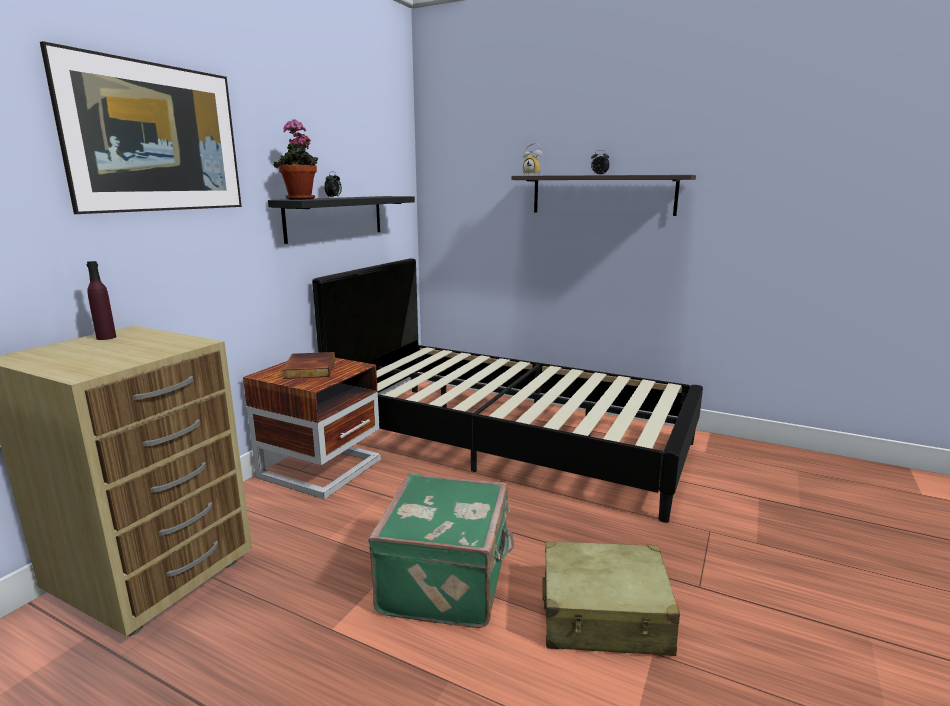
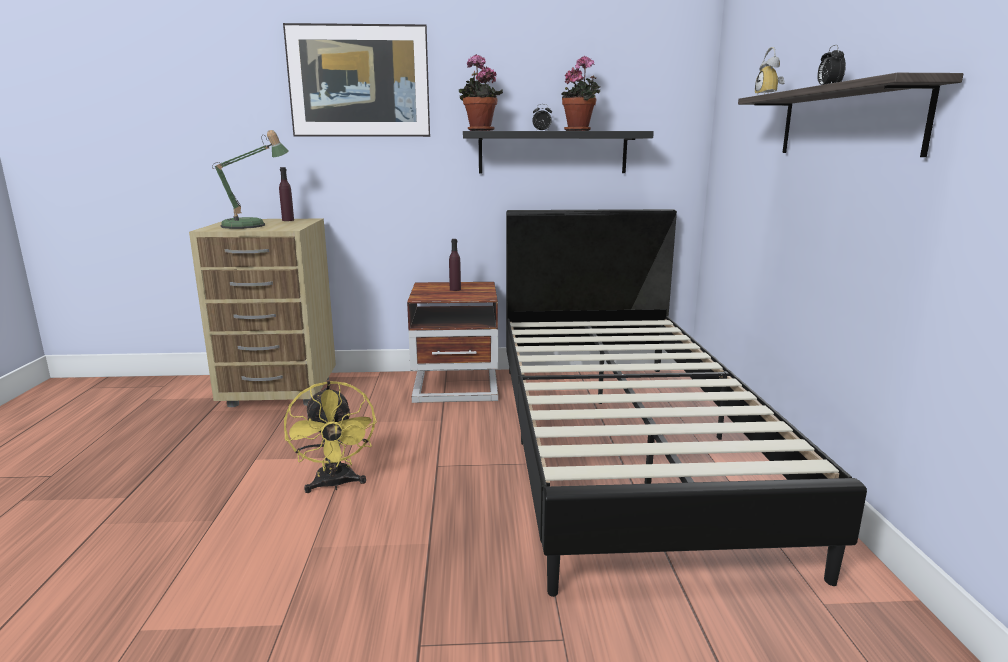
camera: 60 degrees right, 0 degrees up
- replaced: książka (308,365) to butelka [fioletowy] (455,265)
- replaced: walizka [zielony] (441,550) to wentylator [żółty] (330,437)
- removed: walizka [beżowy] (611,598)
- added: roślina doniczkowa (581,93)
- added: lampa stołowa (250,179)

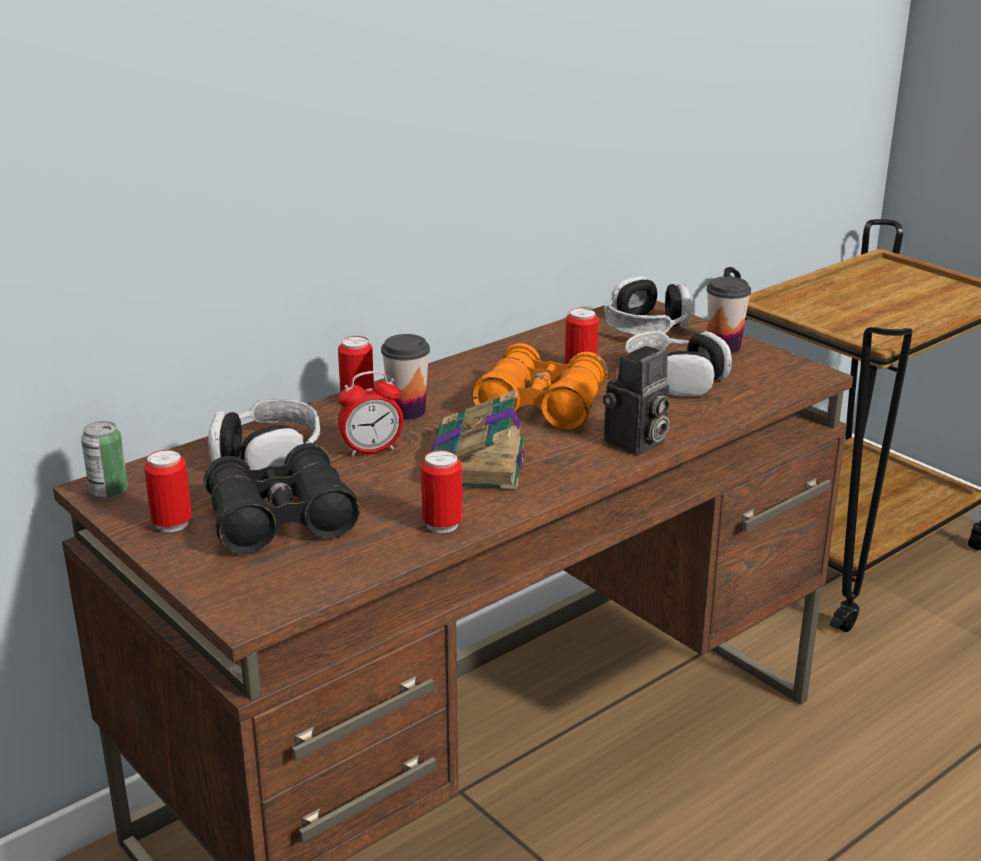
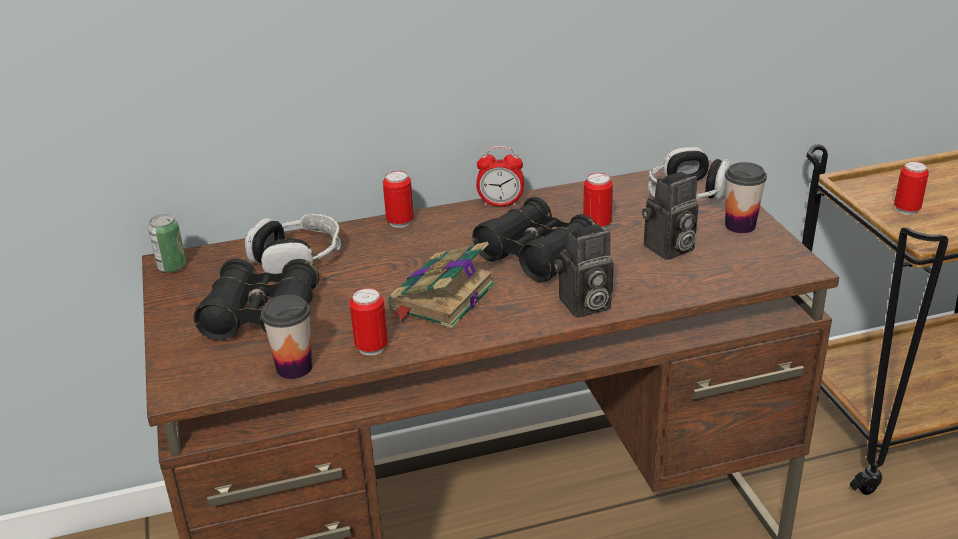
camera: 25 degrees right, 5 degrees up
- replaced: słuchawki (678,364) to aparat fotograficzny (670,215)
- moved: filiżanka (405,377) to (286,336)
- recoloured: lornetka [pomarańczowy] (540,386) to lornetka [czarny] (534,239)
- moved: budzik (370,413) to (500,176)
- moved: puszka (168,490) to (911,188)

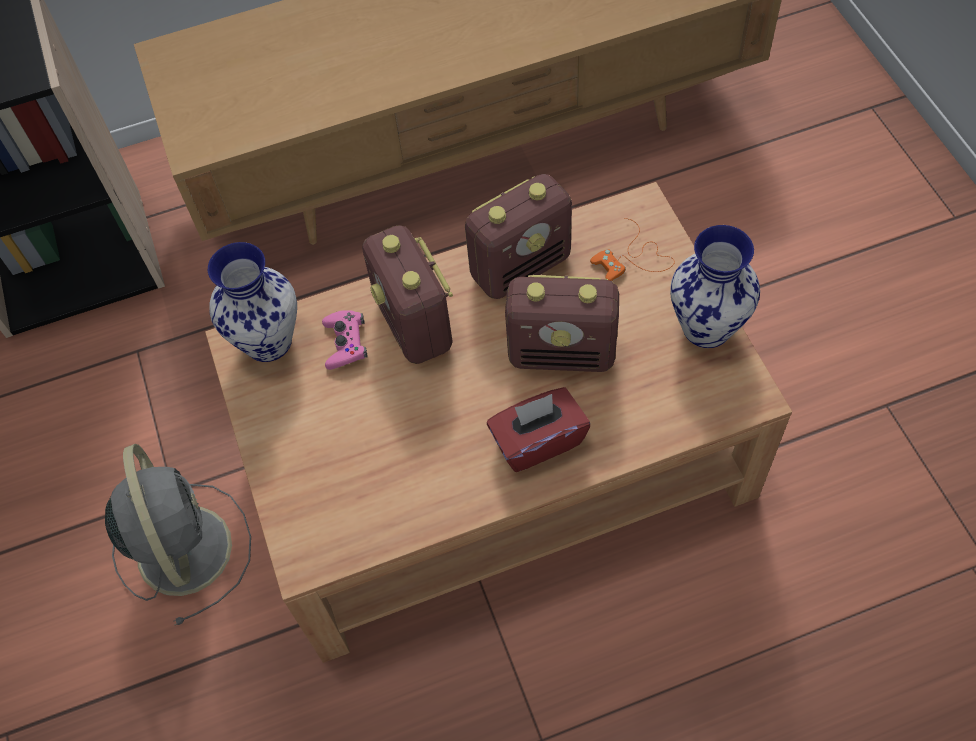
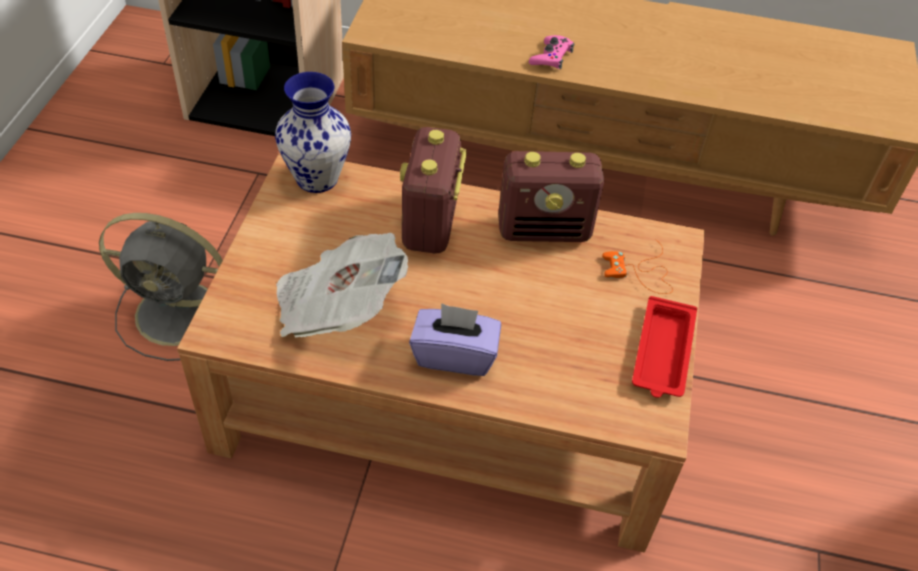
camera: 25 degrees right, 10 degrees down
- replaced: wazon (715,286) to taca [czerwony] (664,347)
- removed: radio (562,323)
- moved: pad do gier [różowy] (345,340) to (552,52)
- recoloured: pudełko chusteczek [czerwony] (538,429) to pudełko chusteczek [fioletowy] (455,339)
- turned: wentylator [szary] (178,534) = (161,287) 90 degrees clockwise
- added: gazeta (342,285)

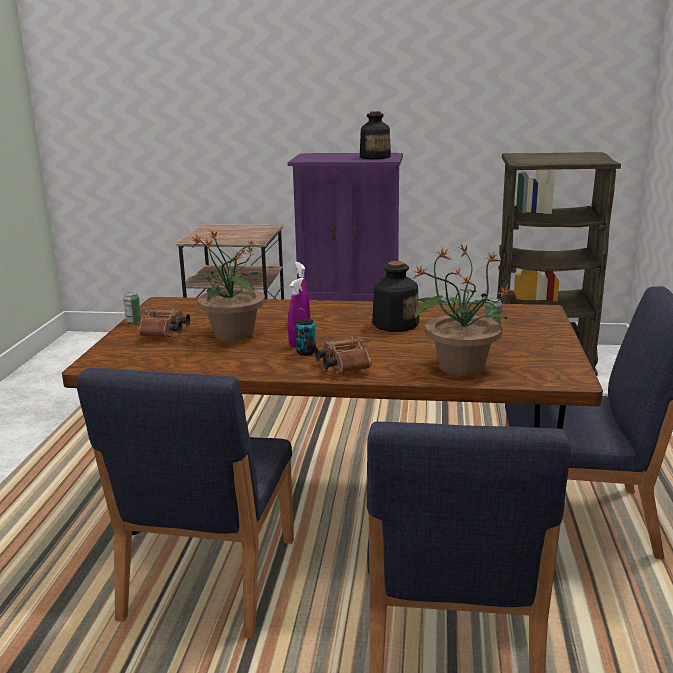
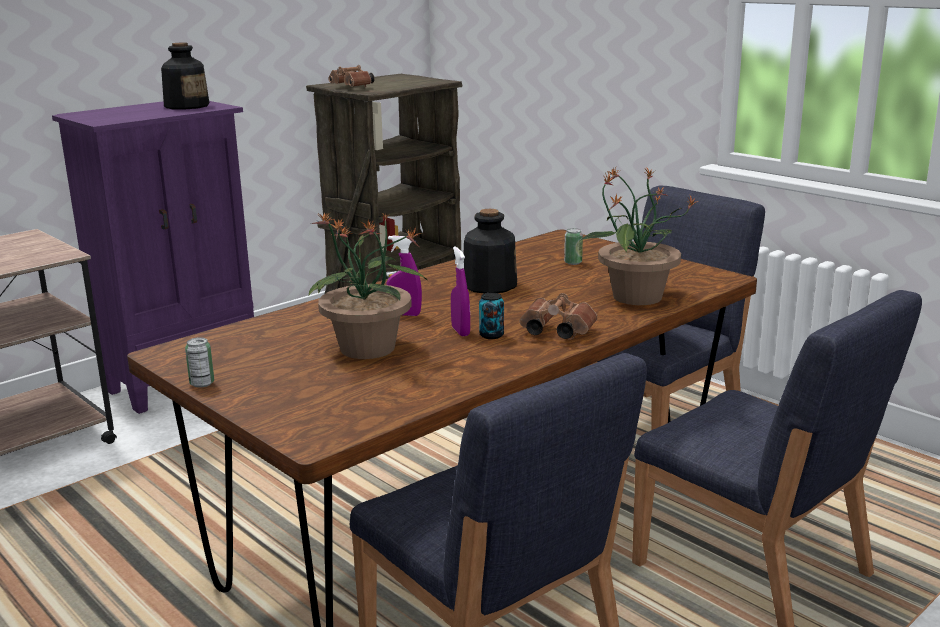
camera: 50 degrees left, 0 degrees up
- moved: lornetka [brązowy] (164,322) to (351,76)

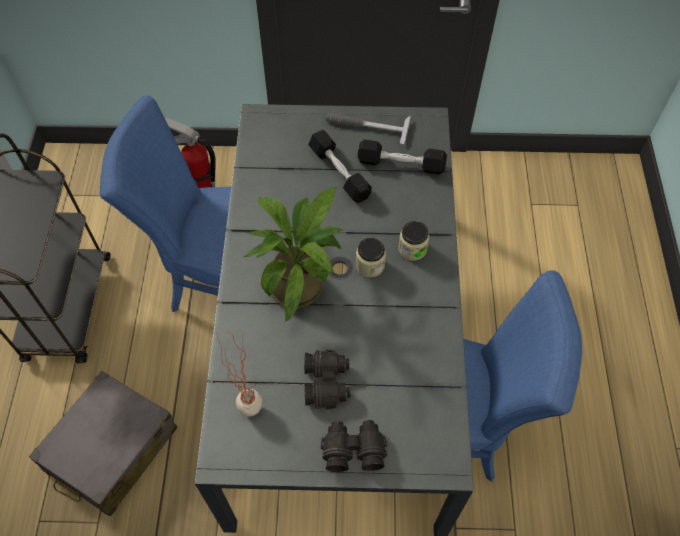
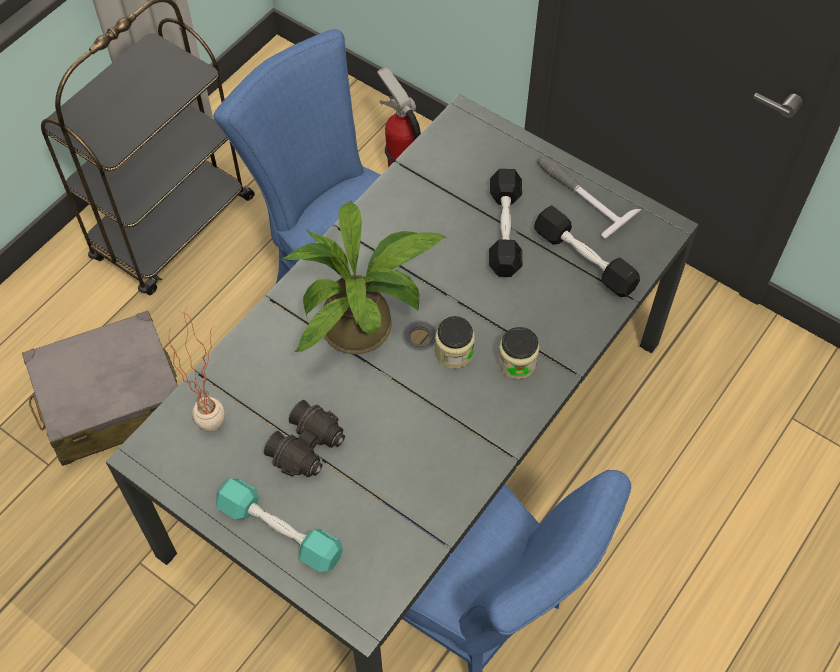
camera: 35 degrees right, 0 degrees up
- replaced: lornetka [czarny] (354,446) to hantel [turkusowy] (279,525)

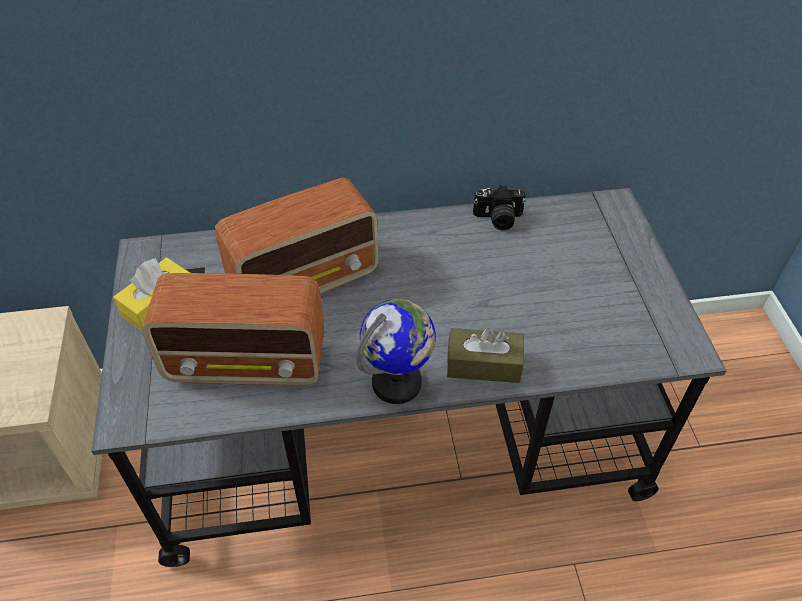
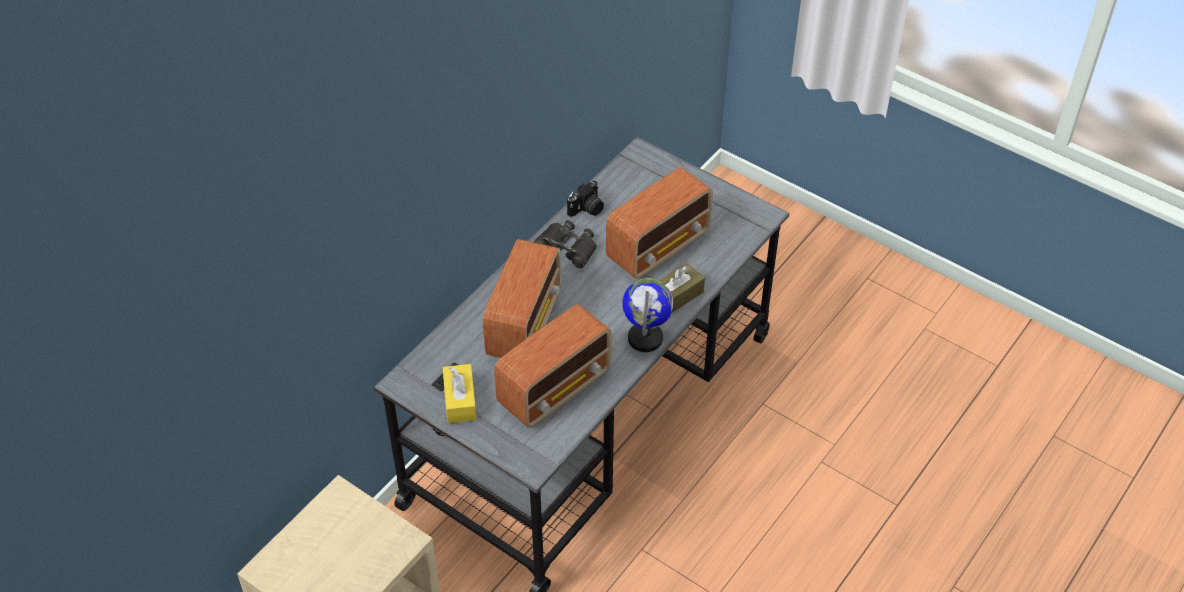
camera: 45 degrees left, 0 degrees up
- added: radio (659,223)
- added: lornetka [czarny] (565,244)

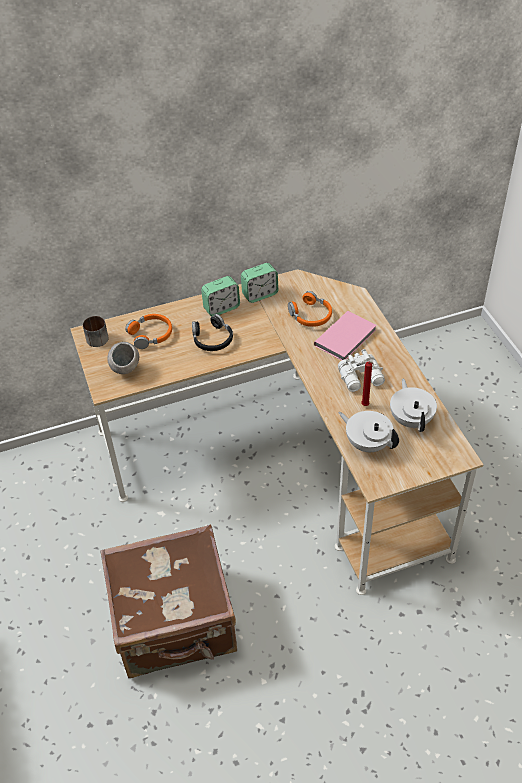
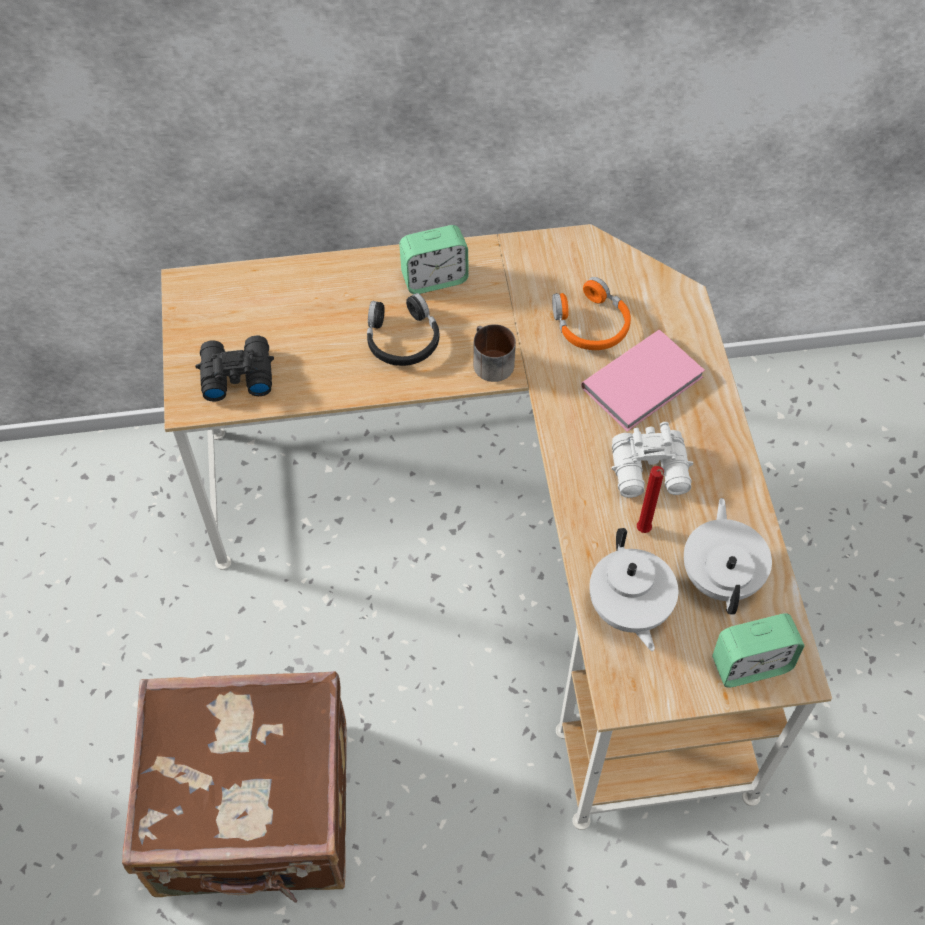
camera: 10 degrees right, 10 degrees up
- moved: budzik (259,283) to (758,650)
- removed: słuchawki [pomarańczowy] (148,331)
- moved: kubek (96,331) to (494,353)
- replaced: miska [szary] (123,358) to lornetka [czarny] (234,368)
- turned: imbryk [biały] (368,431) = (633,589) 150 degrees counterclockwise

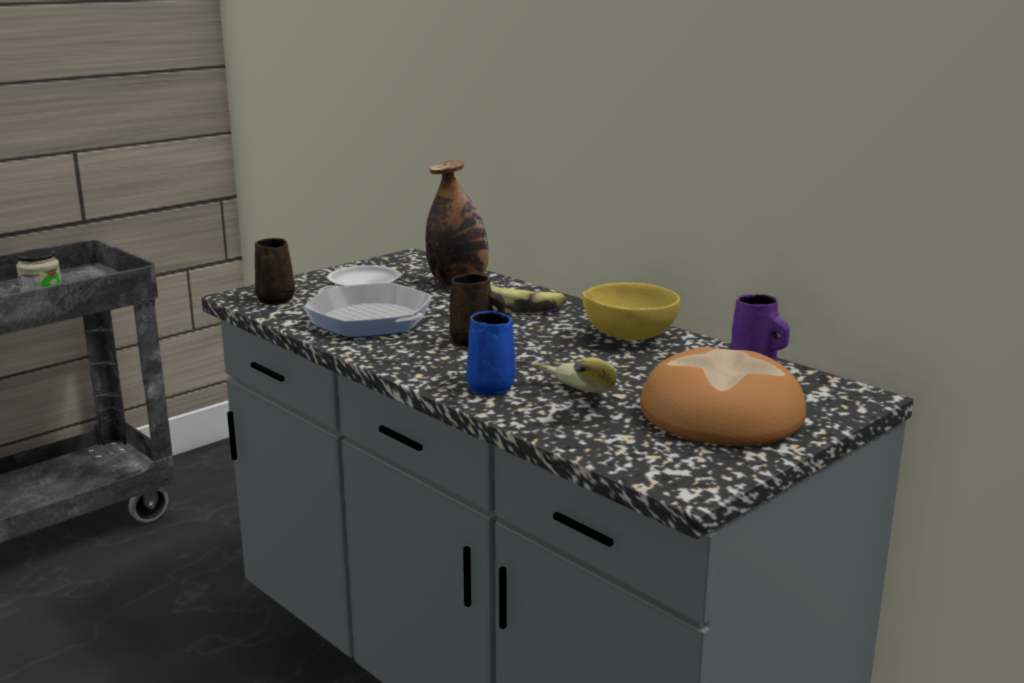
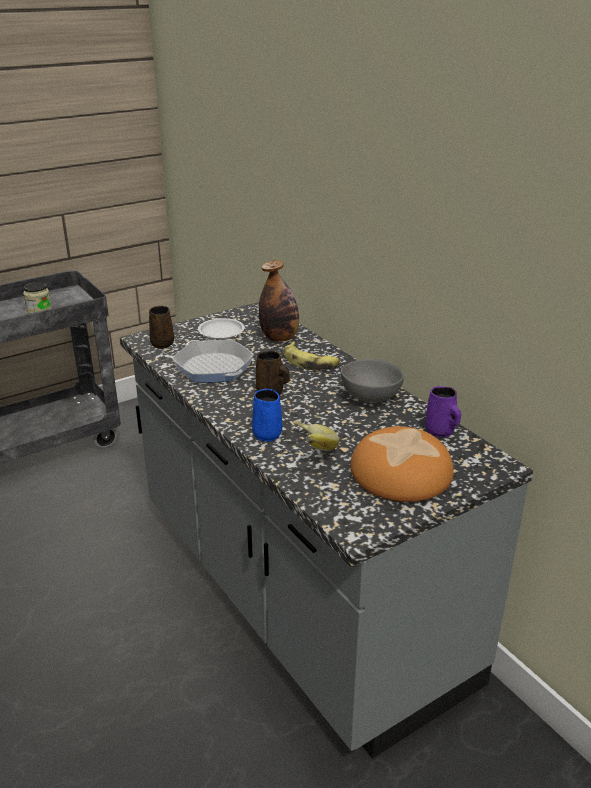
camera: 10 degrees right, 10 degrees up
- recoloured: miska [żółty] (631,311) to miska [szary] (372,380)

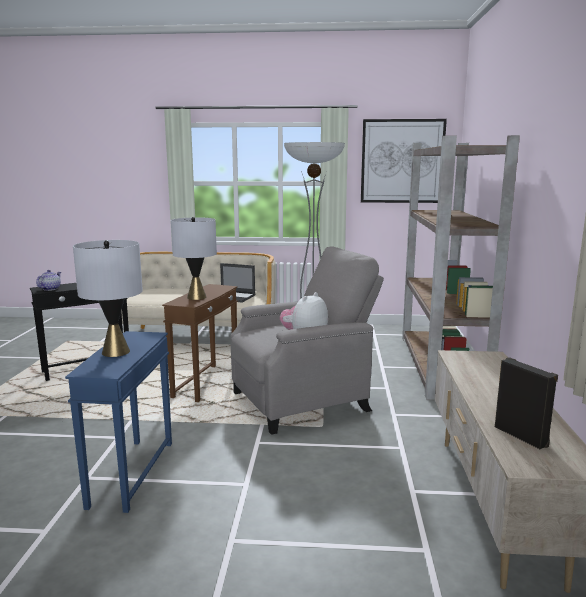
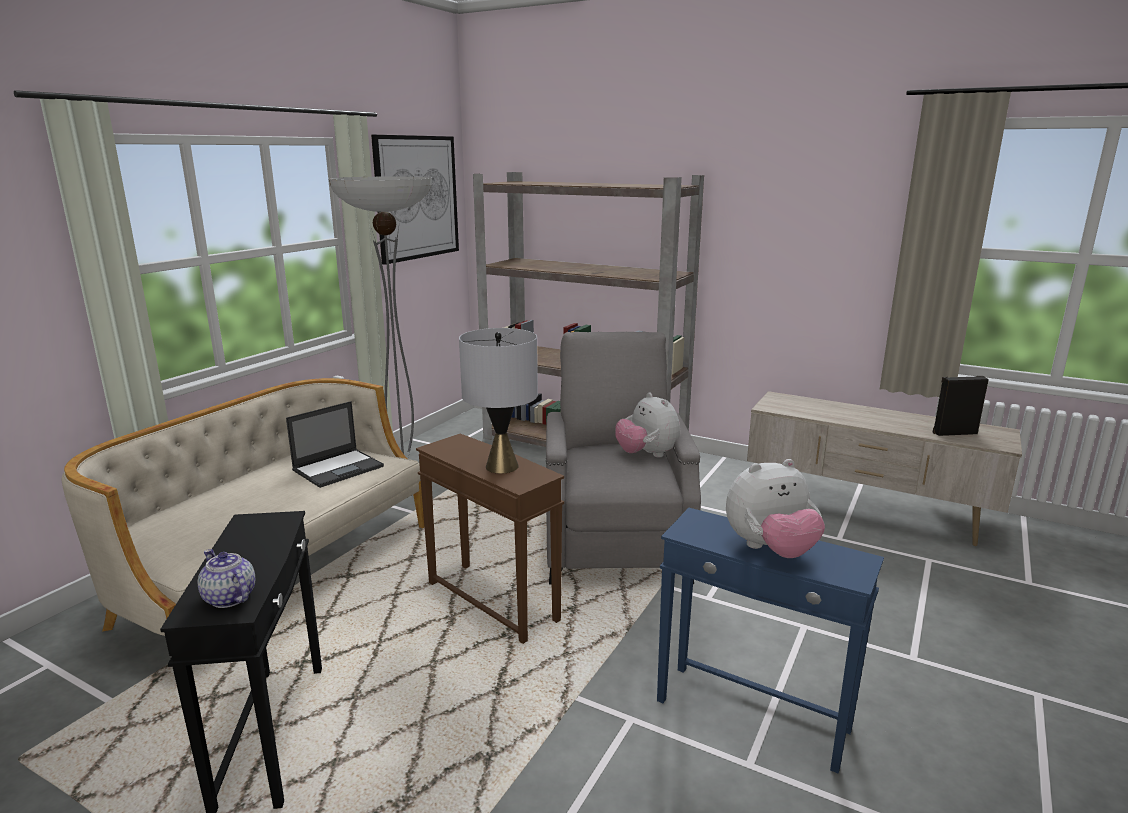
camera: 65 degrees left, 5 degrees up
- replaced: lampa stołowa [szary] (108,298) to pluszak (775,508)

